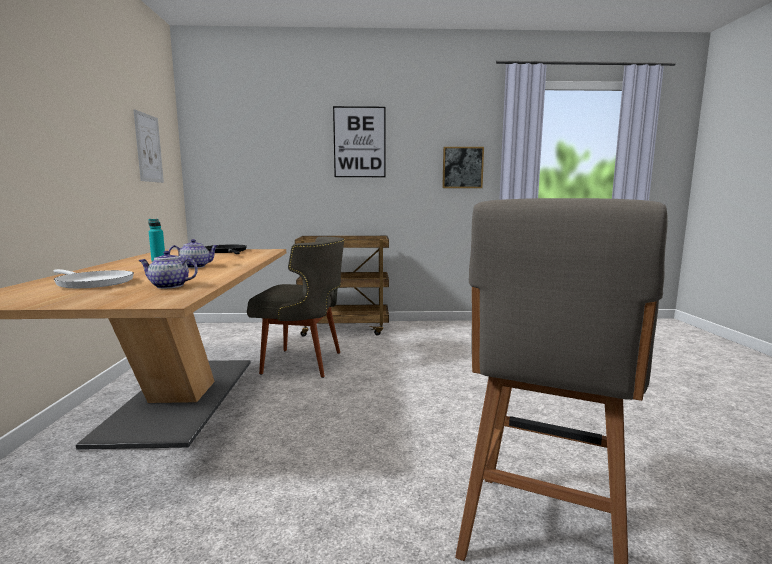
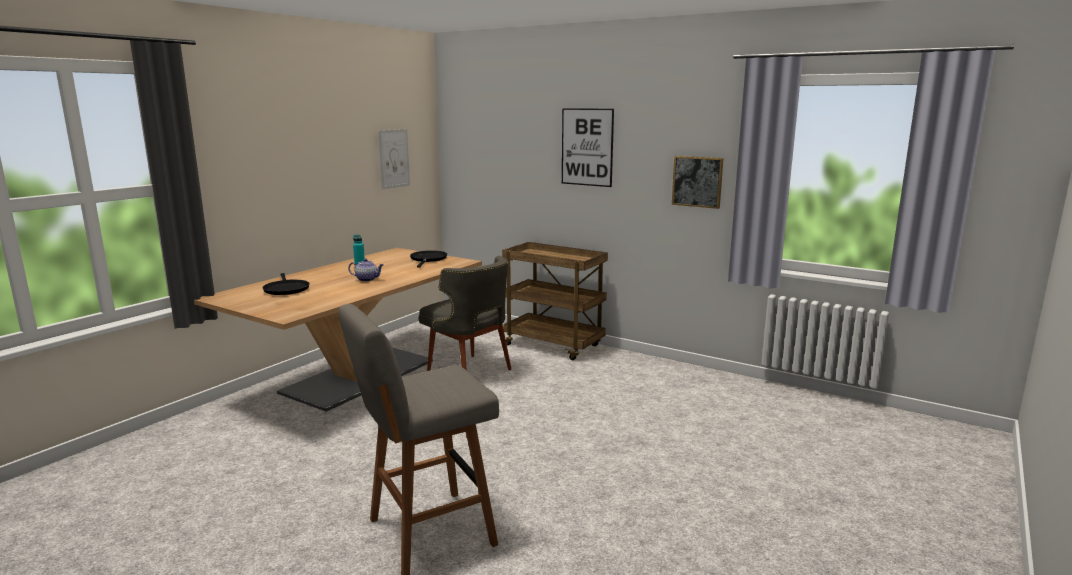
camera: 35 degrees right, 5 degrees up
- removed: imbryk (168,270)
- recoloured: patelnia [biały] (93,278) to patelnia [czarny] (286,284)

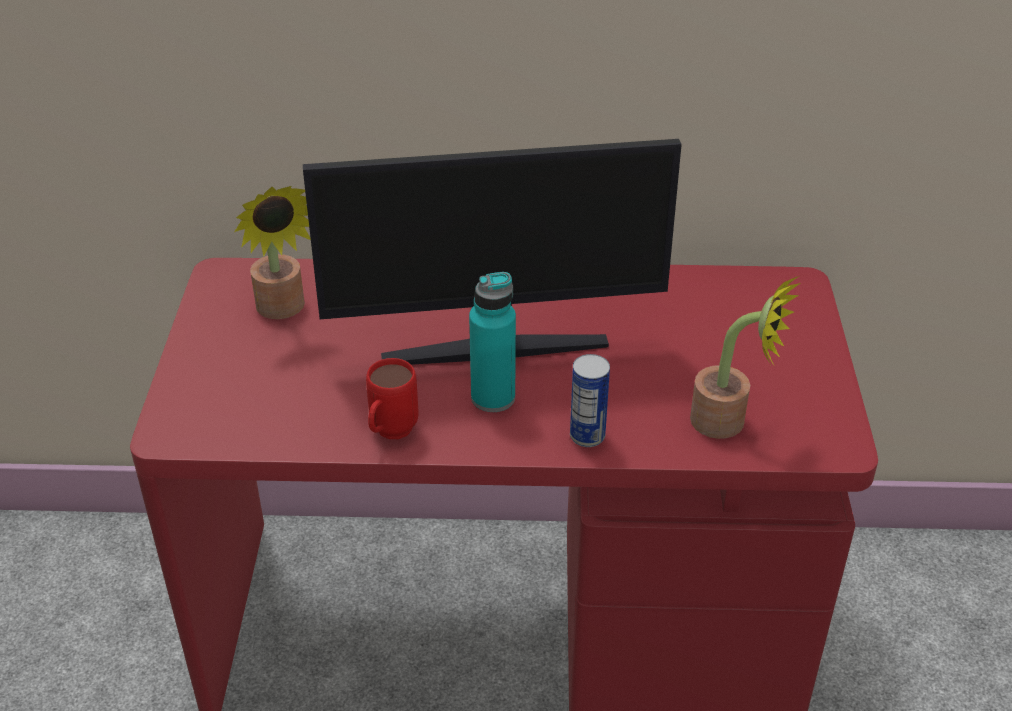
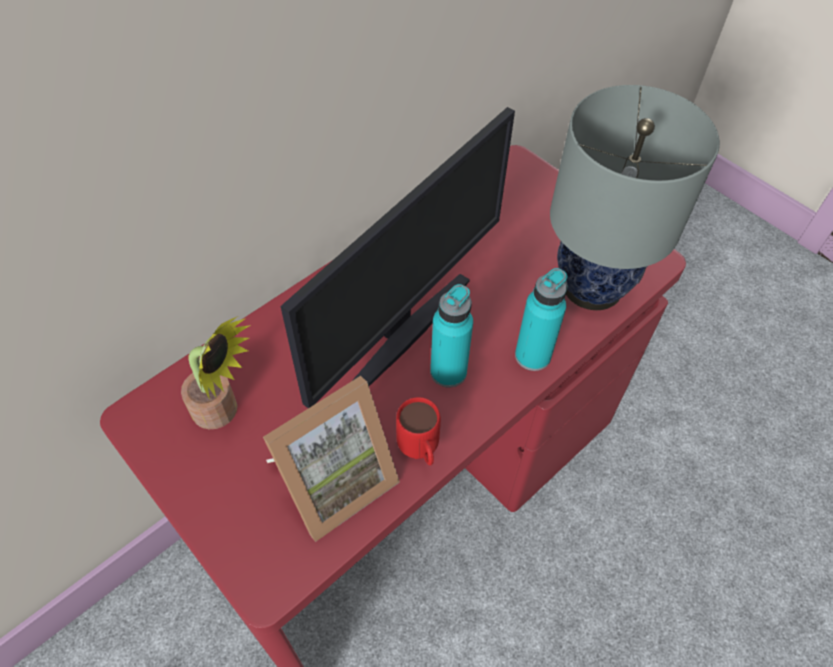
camera: 45 degrees left, 15 degrees up
- replaced: roślina doniczkowa (745,357) to lampa stołowa [szary] (635,197)
- replaced: puszka (590,400) to butelka [turkusowy] (541,319)
- added: ramka na zdjęcie (331,459)

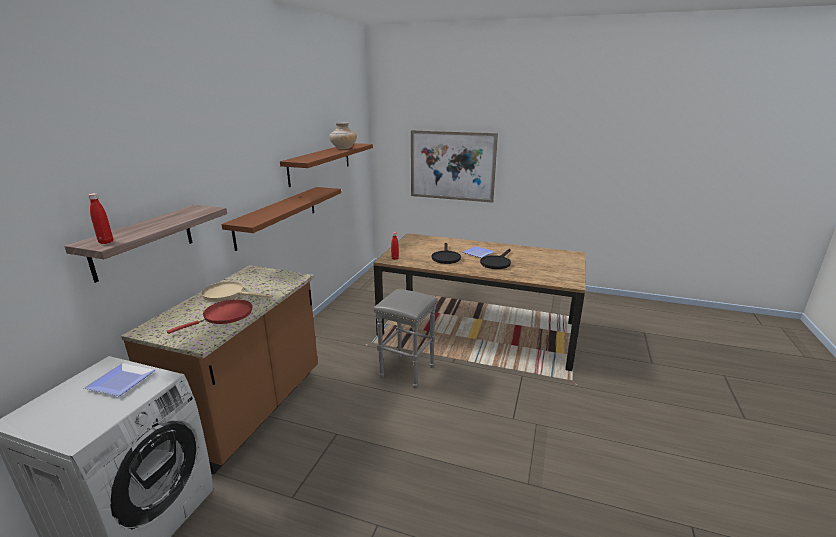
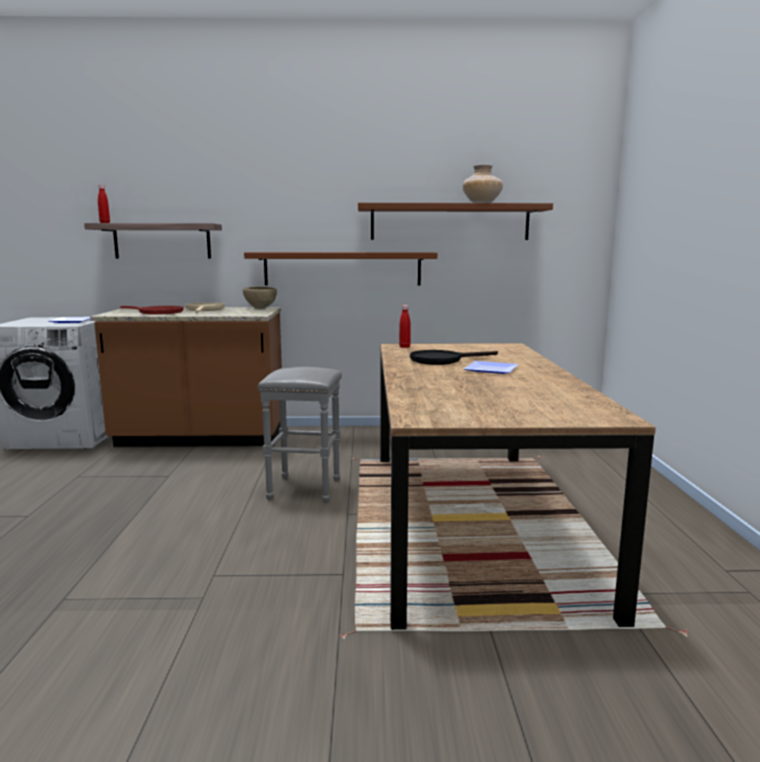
camera: 70 degrees right, 10 degrees down
- removed: obraz (454,166)
- removed: patelnia [czarny] (495,259)
- added: miska [brązowy] (260,298)

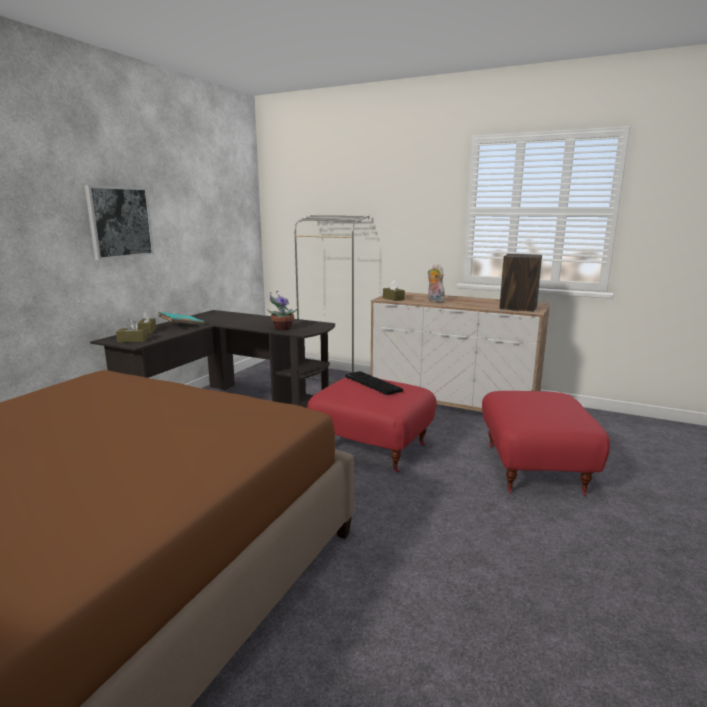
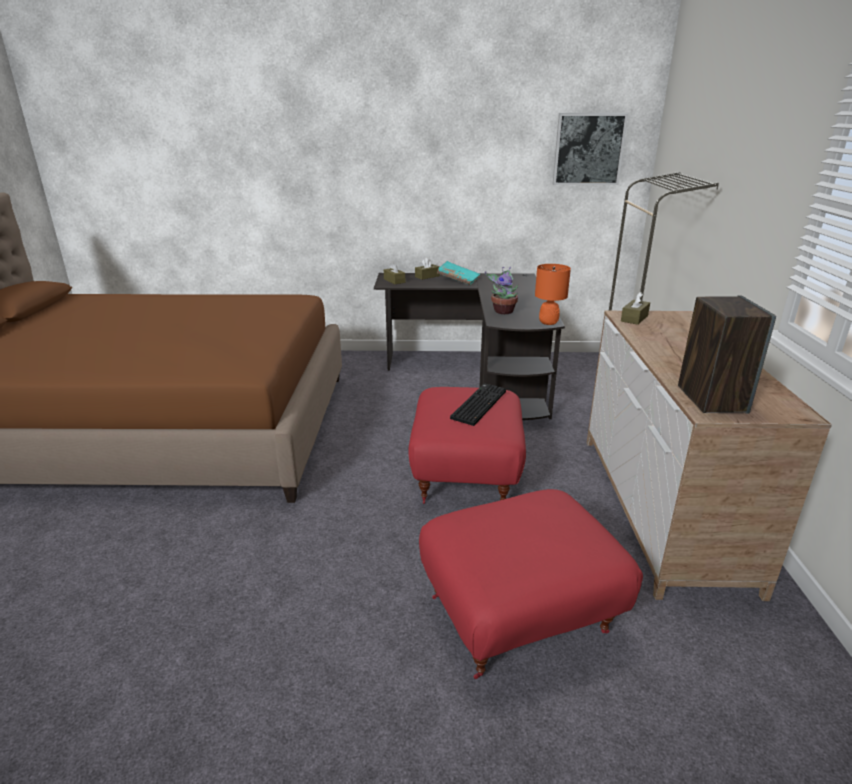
camera: 65 degrees right, 10 degrees up
- moved: obraz (119,222) to (590,149)
- removed: pluszak (436,283)
- added: lampa stołowa [pomarańczowy] (553,294)

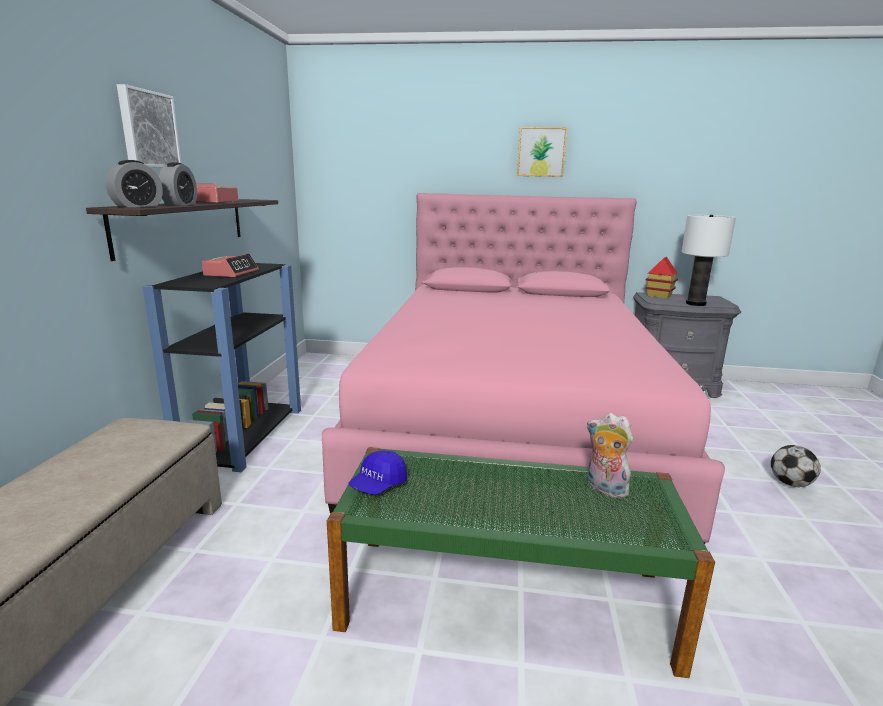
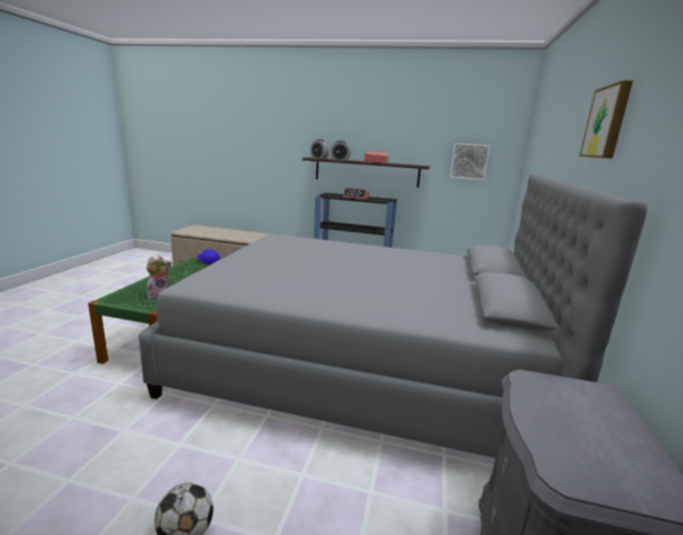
camera: 95 degrees right, 0 degrees up
- moved: obraz (149,126) to (470,162)
- recoloured: łóżko [różowy] (523,368) to łóżko [szary] (392,315)
- removed: lampa stołowa [biały] (708,260)
- removed: domek (661,278)

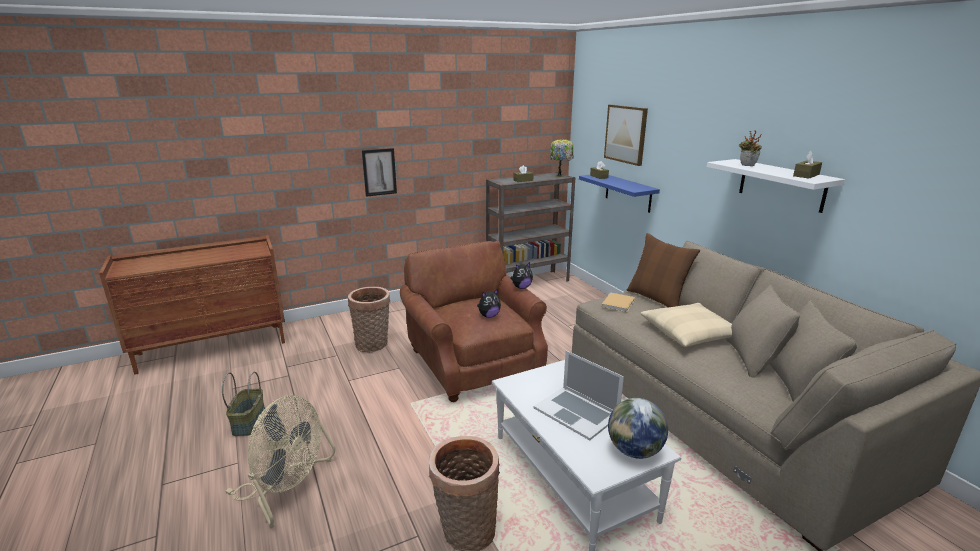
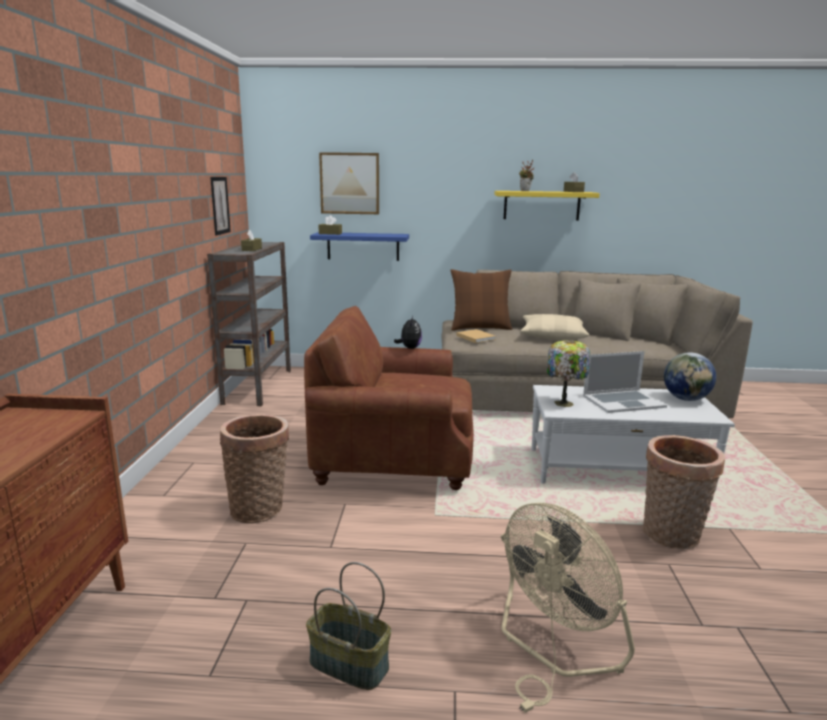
camera: 60 degrees left, 5 degrees down
- moved: lampa stołowa (562,158) to (568,373)
- moved: obraz (379,172) to (220,206)
- recoloured: półka [biały] (776,186) to półka [żółty] (547,206)
- removed: pluszak (489,303)

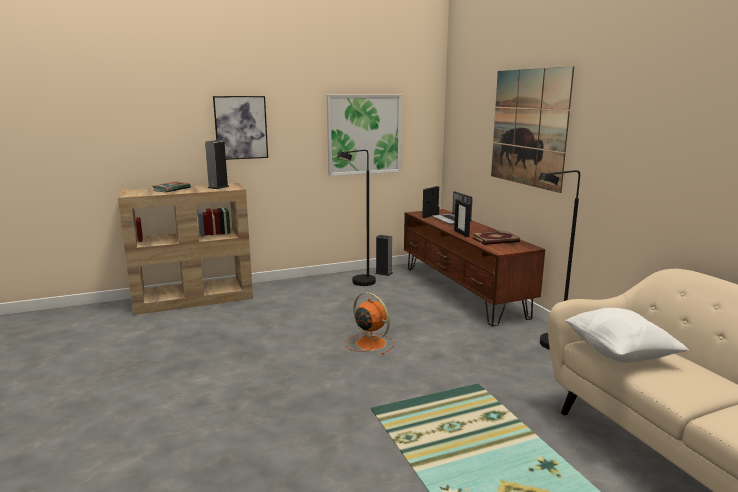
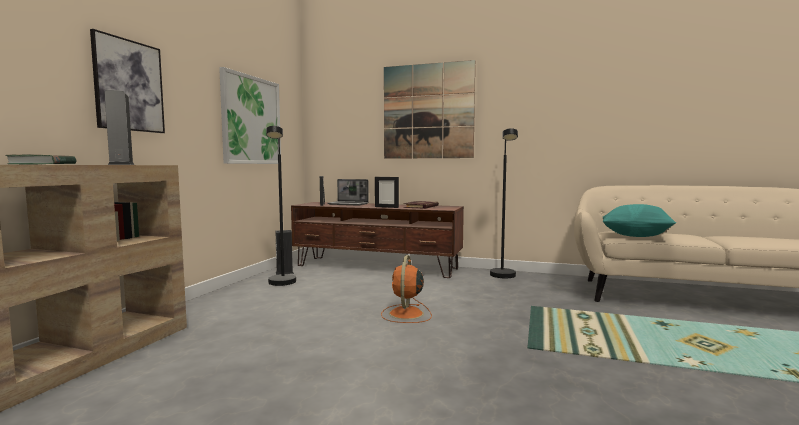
camera: 50 degrees left, 10 degrees down
- turned: wentylator [pomarańczowy] (370,323) = (406,289) 75 degrees counterclockwise
- recoloured: poduszka [biały] (627,335) to poduszka [turkusowy] (639,220)

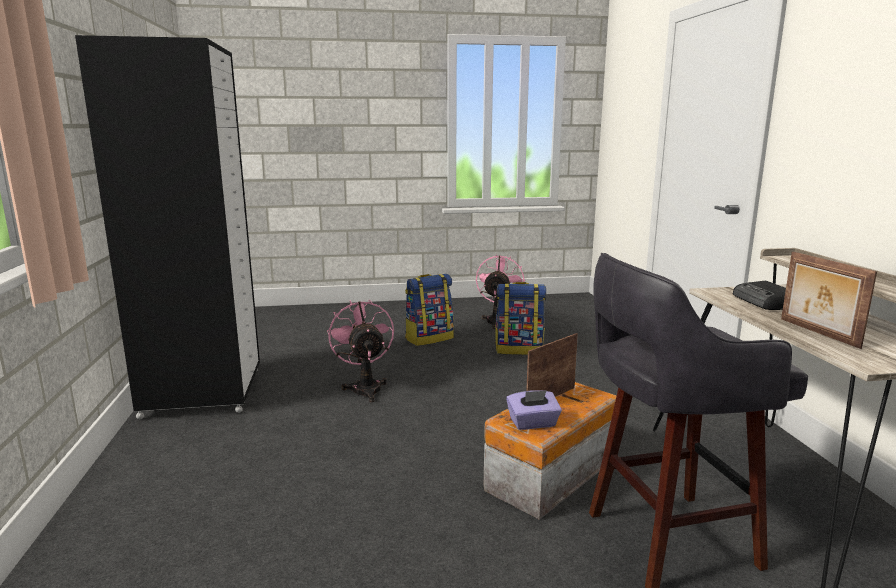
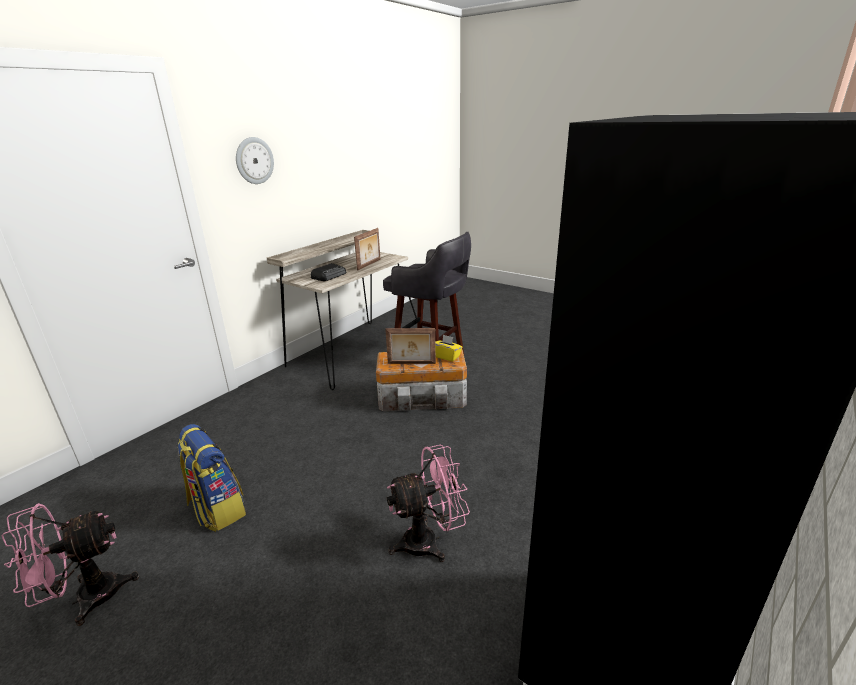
camera: 135 degrees left, 10 degrees up
- removed: plecak (429,310)
- turned: wentylator [różowy] (360,351) = (428,503) 135 degrees counterclockwise
- recoloured: pudełko chusteczek [fioletowy] (534,410) to pudełko chusteczek [żółty] (449,348)
- added: zegar ścienny (255,160)

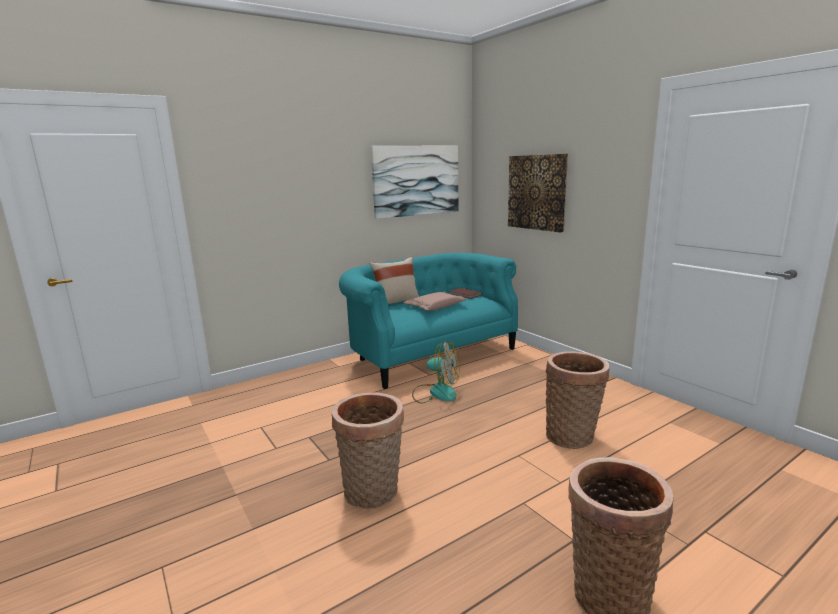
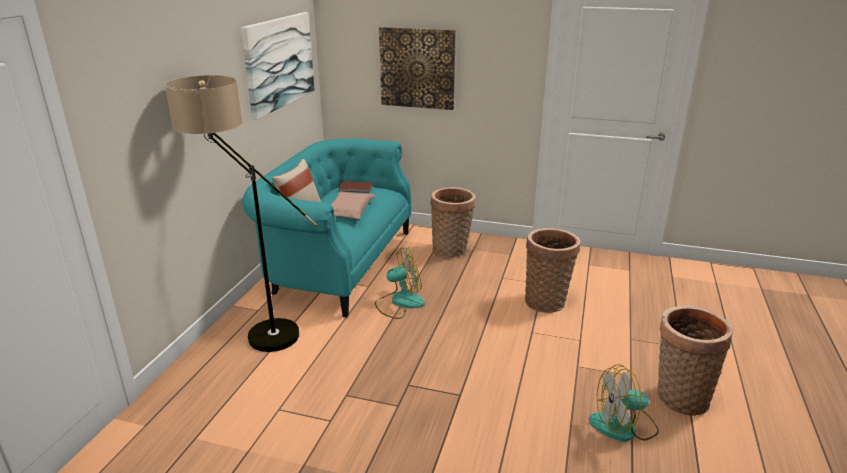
camera: 40 degrees left, 10 degrees up
- moved: koszyk (368,450) to (453,222)
- added: lampa stojąca (241,213)
- added: wentylator (624,403)

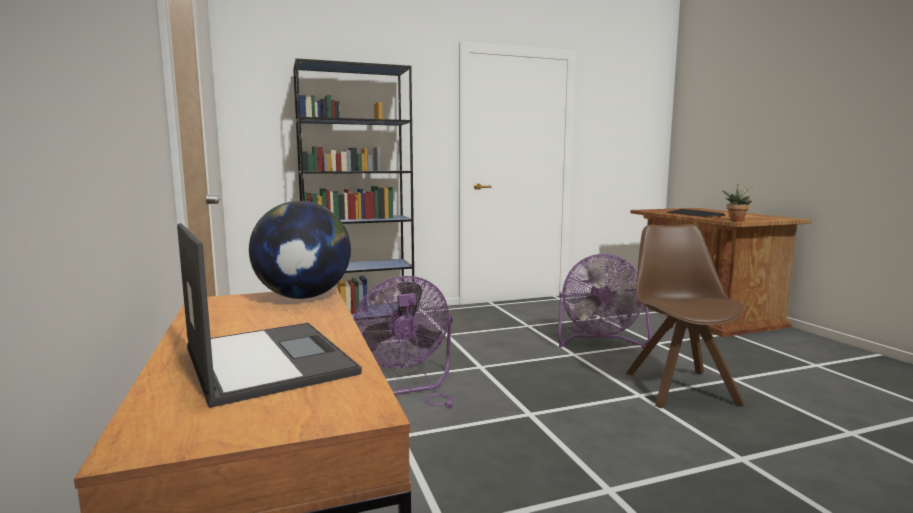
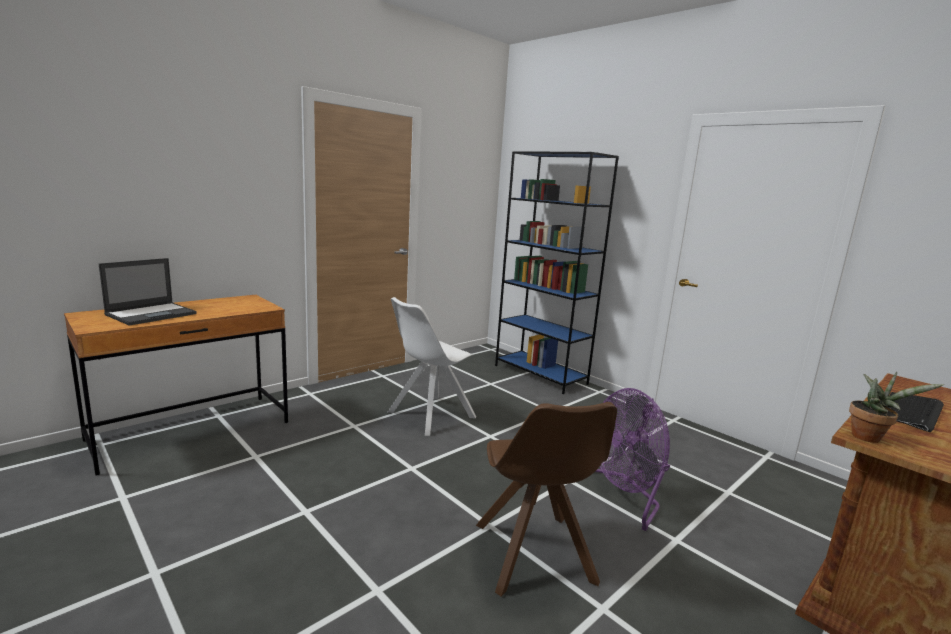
camera: 65 degrees right, 5 degrees up
- removed: globus (300,250)
- turned: krzesło [brązowy] (685,316) = (546,499) 105 degrees clockwise
- replaced: wentylator [fioletowy] (403,342) to krzesło [biały] (431,366)

